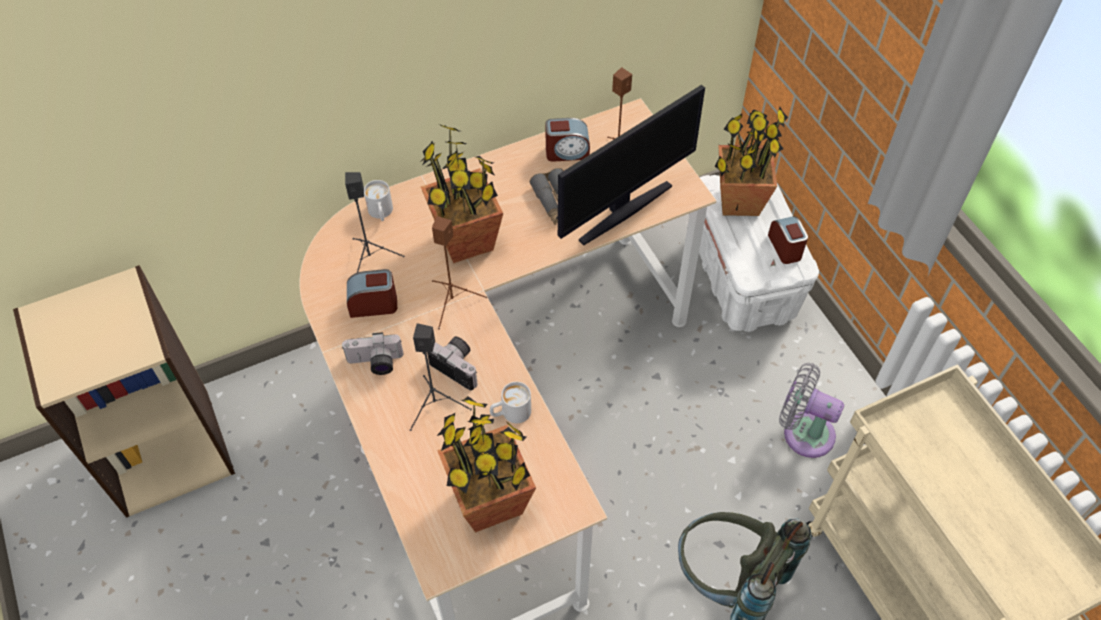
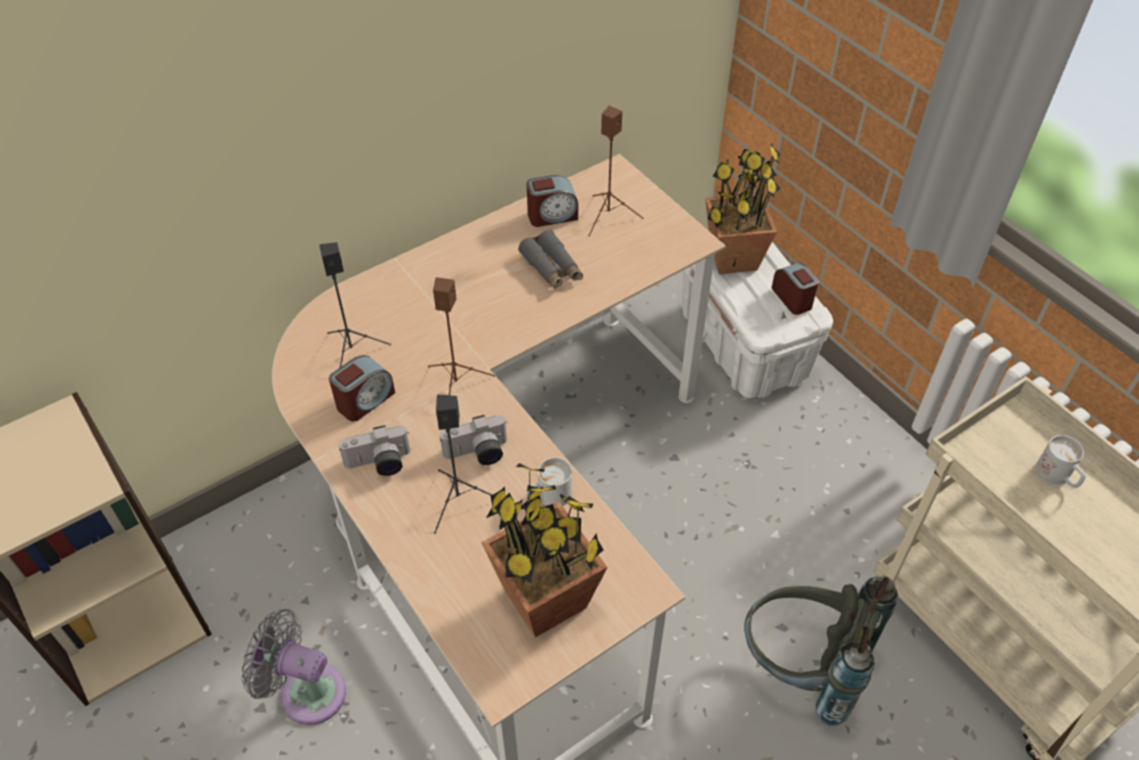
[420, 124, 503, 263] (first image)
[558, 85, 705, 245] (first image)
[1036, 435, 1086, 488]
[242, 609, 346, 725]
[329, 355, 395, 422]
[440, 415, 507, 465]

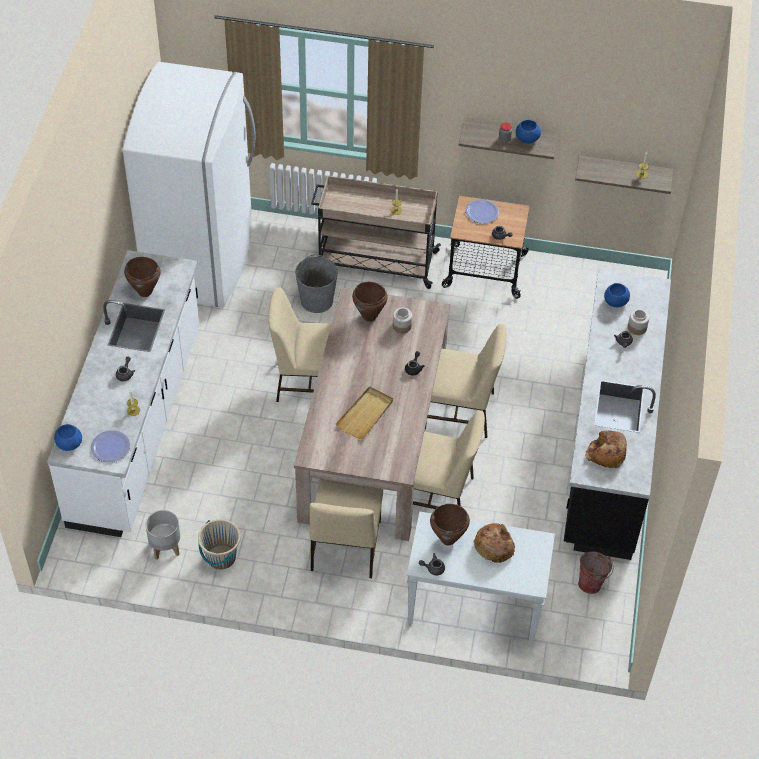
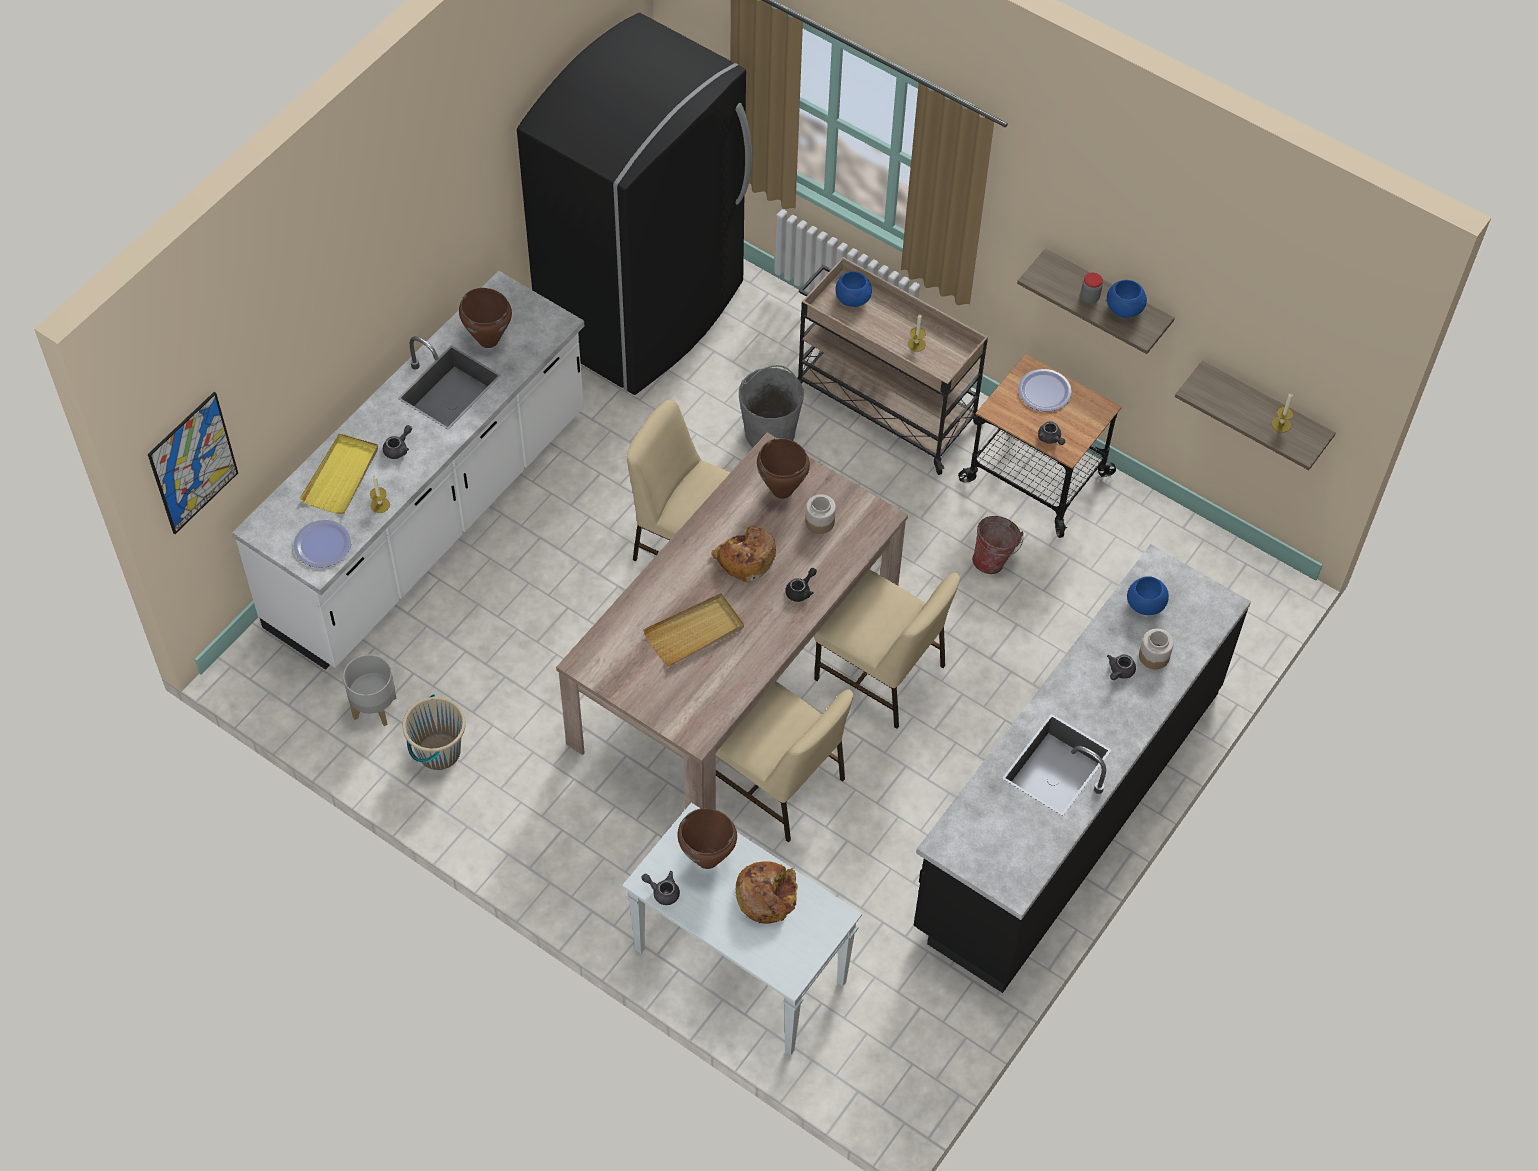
[310, 479, 383, 578] (first image)
[148, 392, 238, 534]
[300, 433, 378, 514]
[836, 271, 872, 307]
[972, 516, 1023, 574]
[712, 526, 776, 583]
[517, 13, 752, 395]

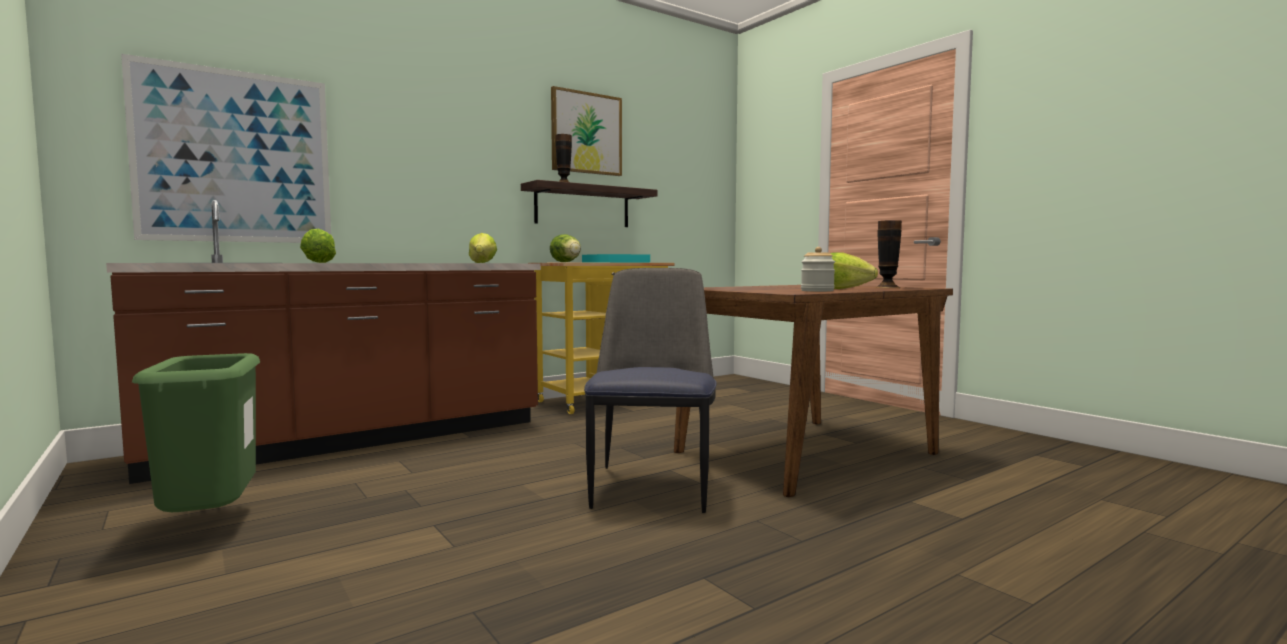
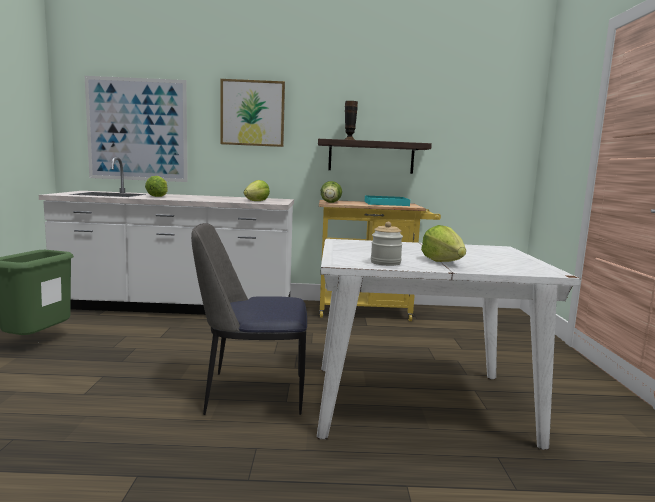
[875, 220, 902, 288] (first image)
[220, 79, 285, 147]
[39, 157, 294, 315]
[317, 239, 581, 450]
[191, 223, 307, 415]

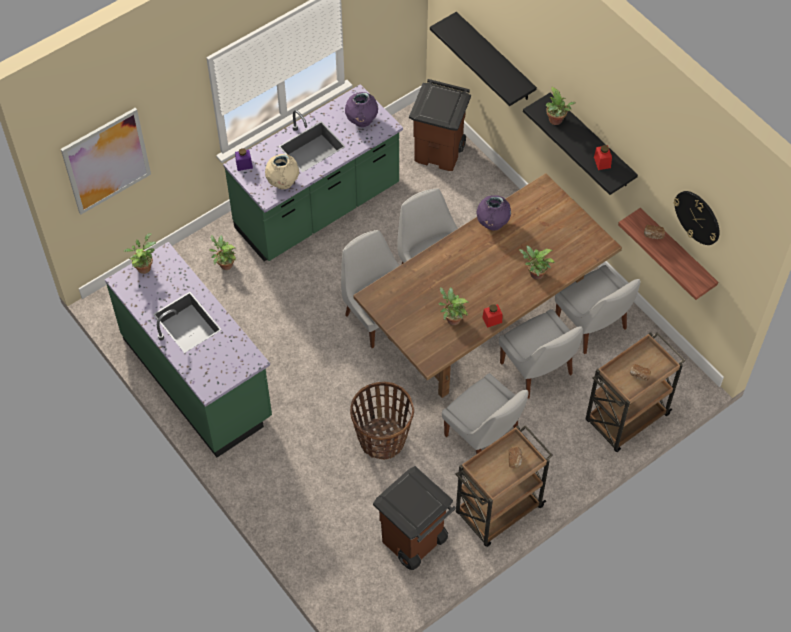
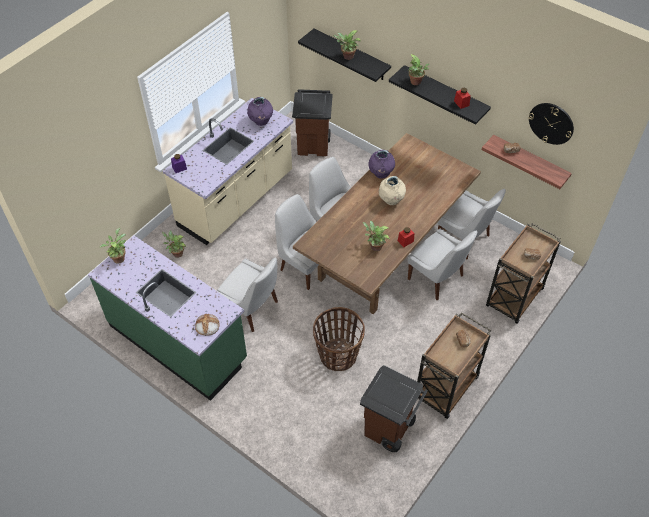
[61, 108, 151, 215] (first image)
[195, 314, 219, 335]
[379, 176, 406, 205]
[216, 257, 278, 332]
[333, 30, 361, 60]
[163, 98, 293, 245]

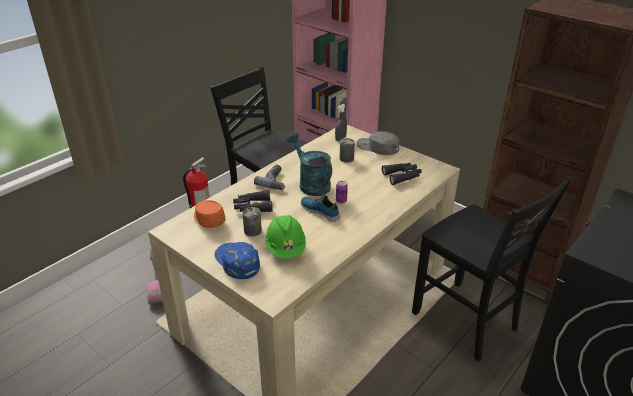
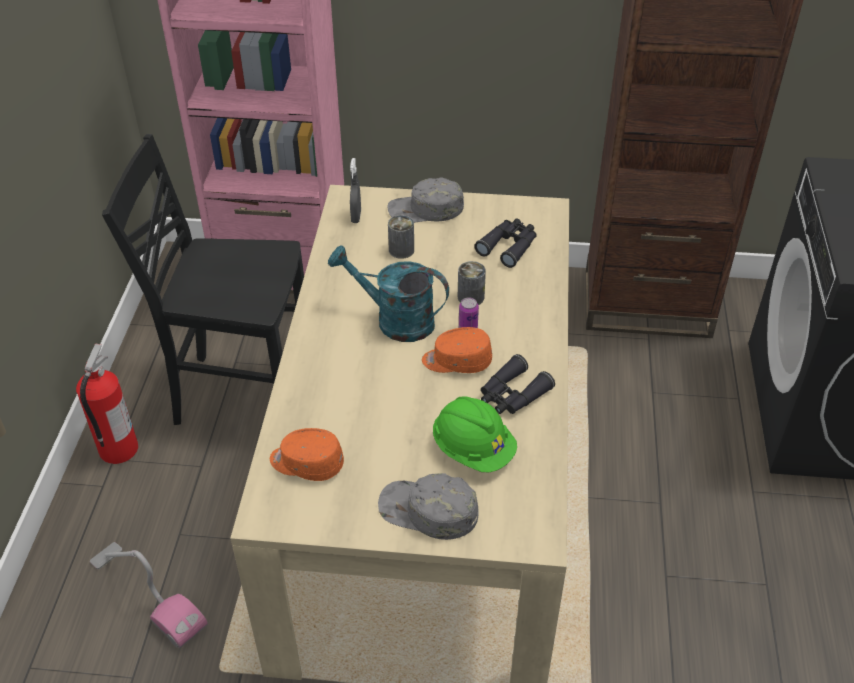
[254, 164, 285, 190] (first image)
[412, 176, 572, 361] (first image)
[481, 354, 555, 414]
[458, 261, 486, 305]
[422, 327, 492, 373]
[378, 473, 479, 540]

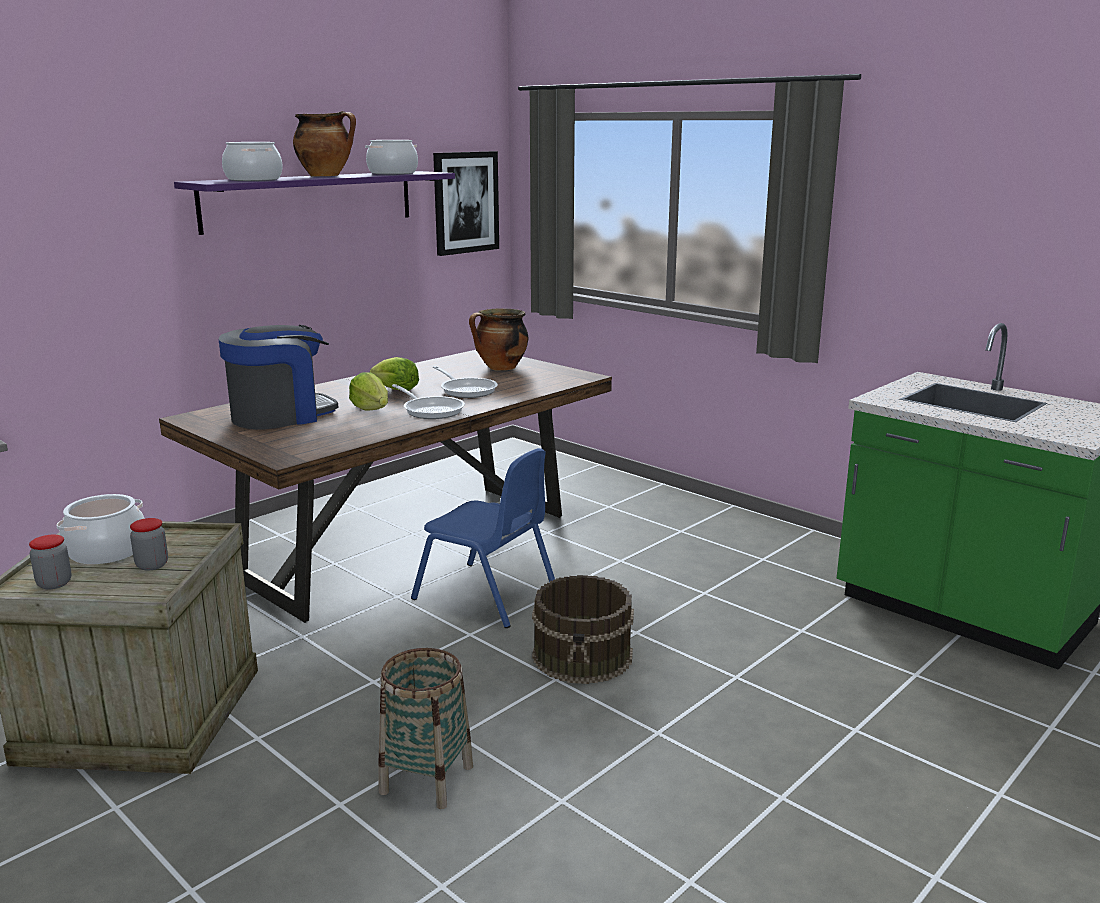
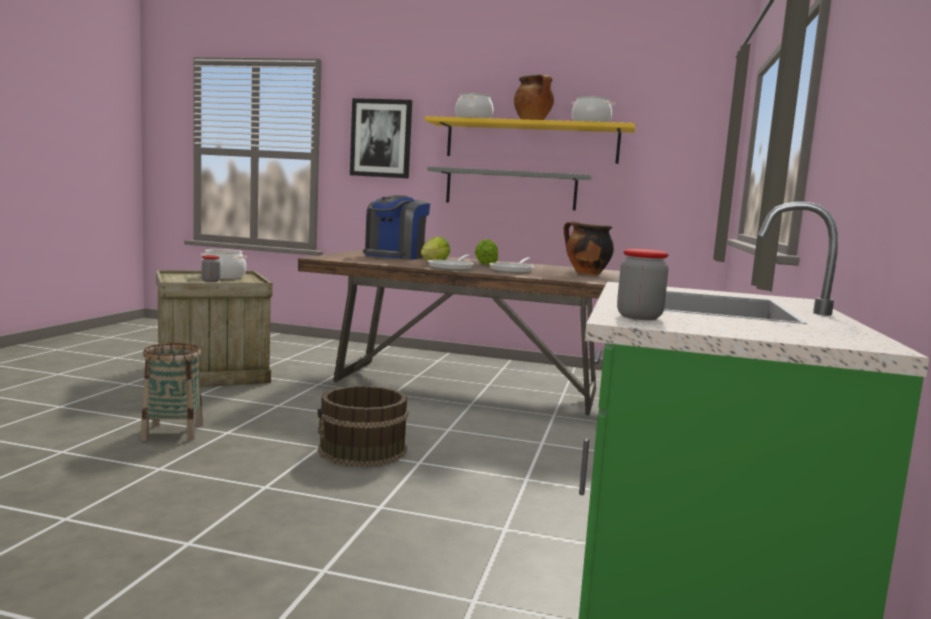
[411, 448, 555, 628] (first image)
[427, 167, 592, 210]
[617, 249, 669, 320]
[350, 98, 412, 178]
[425, 116, 635, 164]
[363, 195, 430, 260]

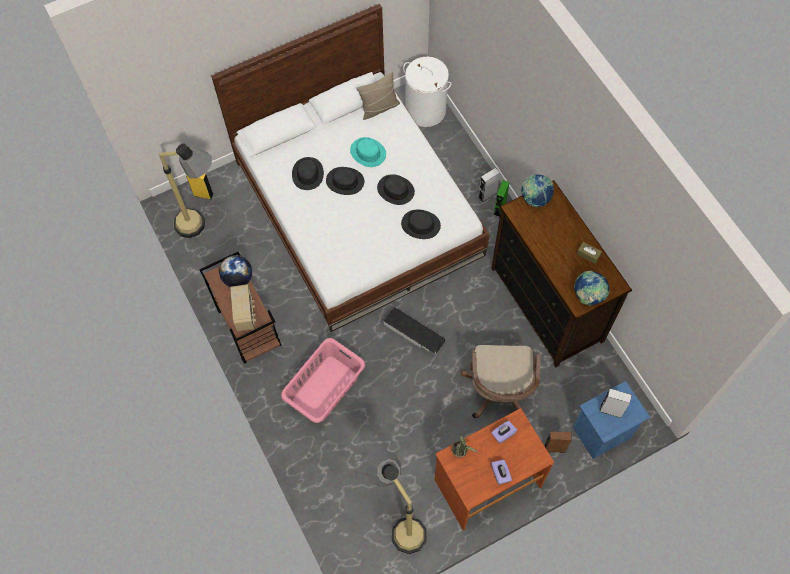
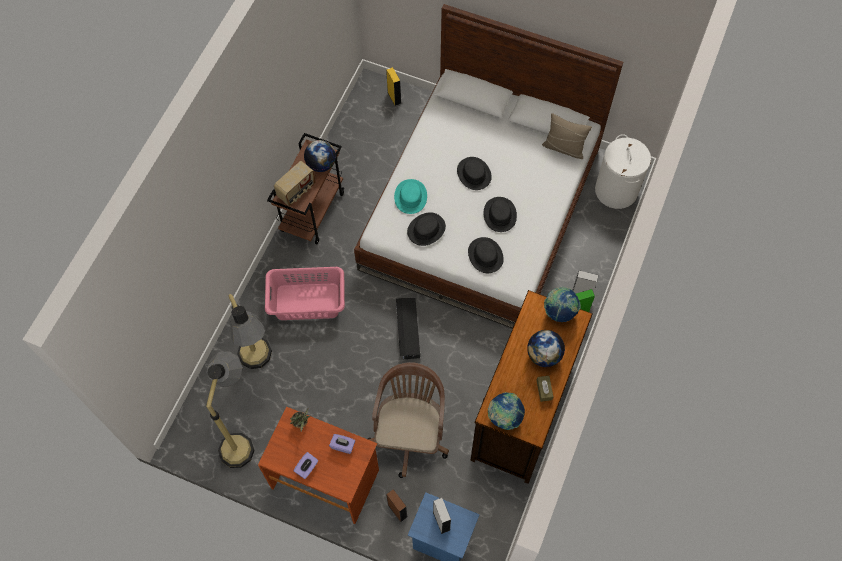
[527, 330, 565, 367]
[229, 294, 272, 369]
[407, 212, 446, 246]
[394, 179, 427, 214]
[368, 362, 449, 478]

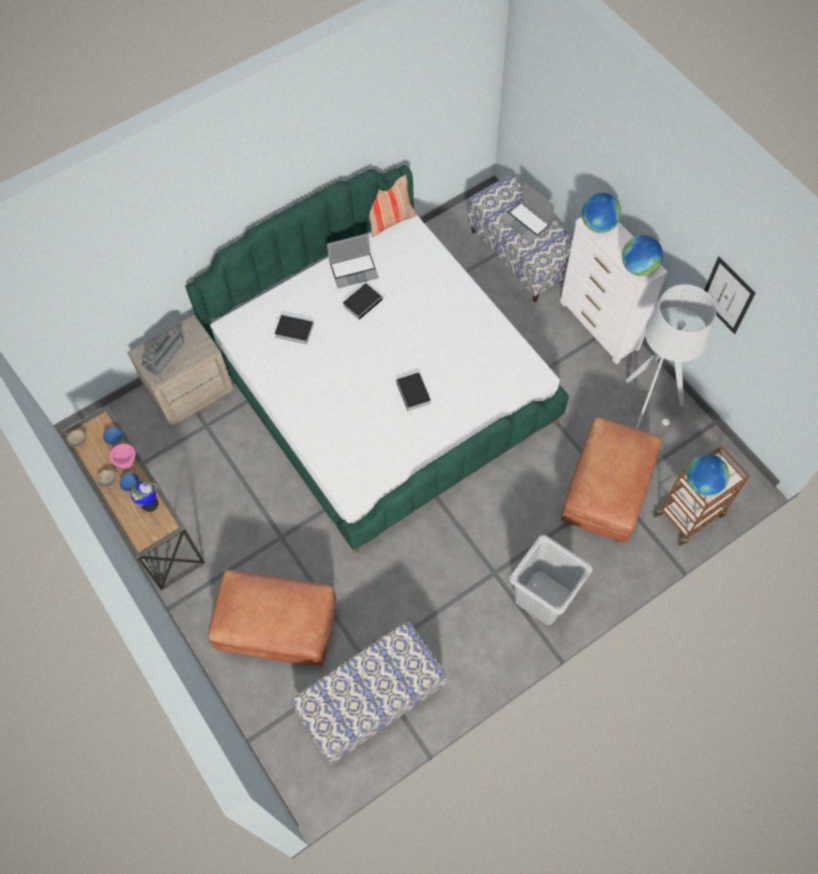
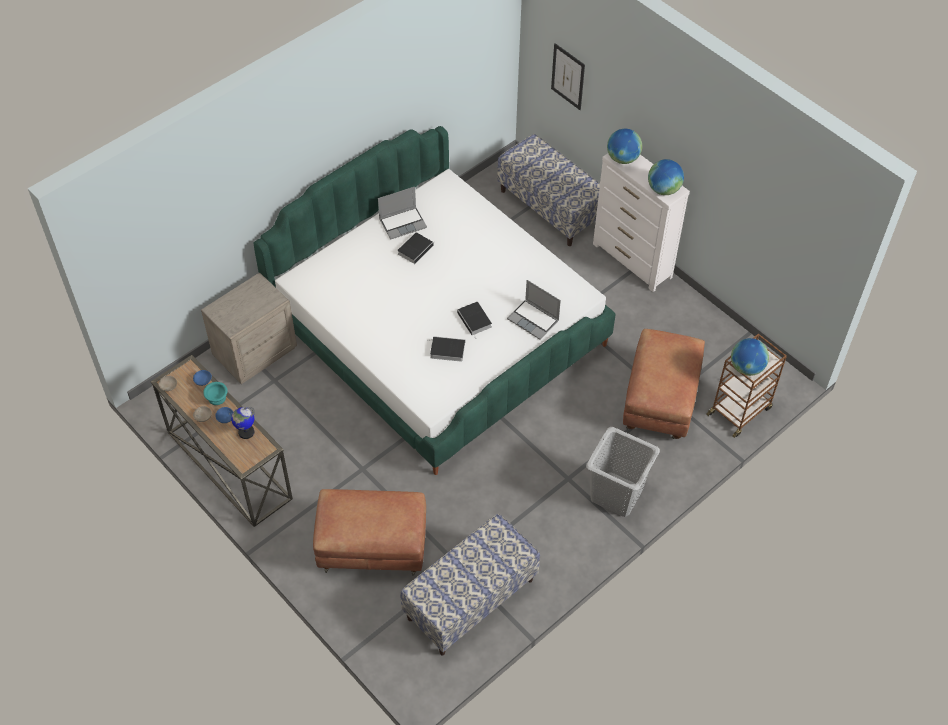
[141, 325, 184, 375] (first image)
[369, 174, 416, 237] (first image)
[625, 284, 717, 429] (first image)
[429, 336, 465, 362]
[507, 280, 561, 340]
[551, 43, 585, 110]
[203, 382, 228, 405]

